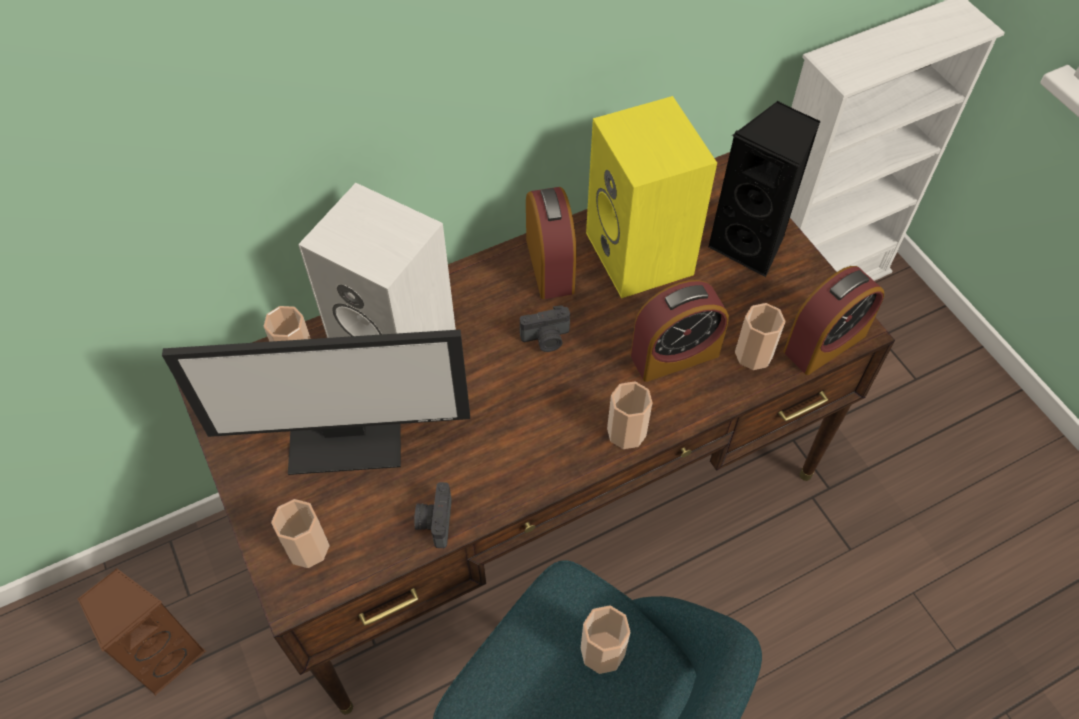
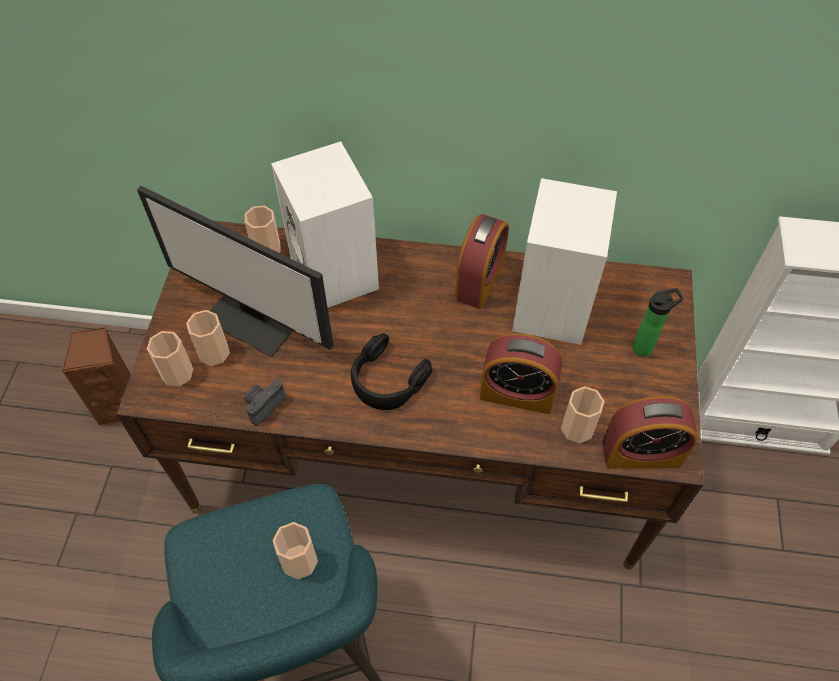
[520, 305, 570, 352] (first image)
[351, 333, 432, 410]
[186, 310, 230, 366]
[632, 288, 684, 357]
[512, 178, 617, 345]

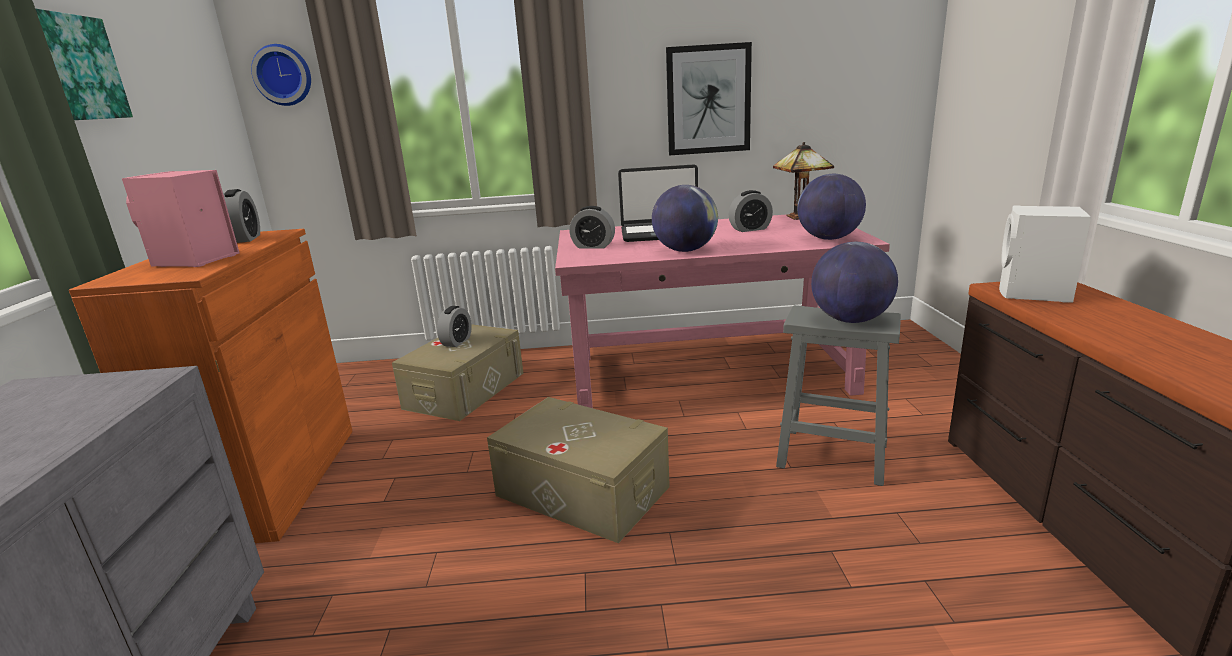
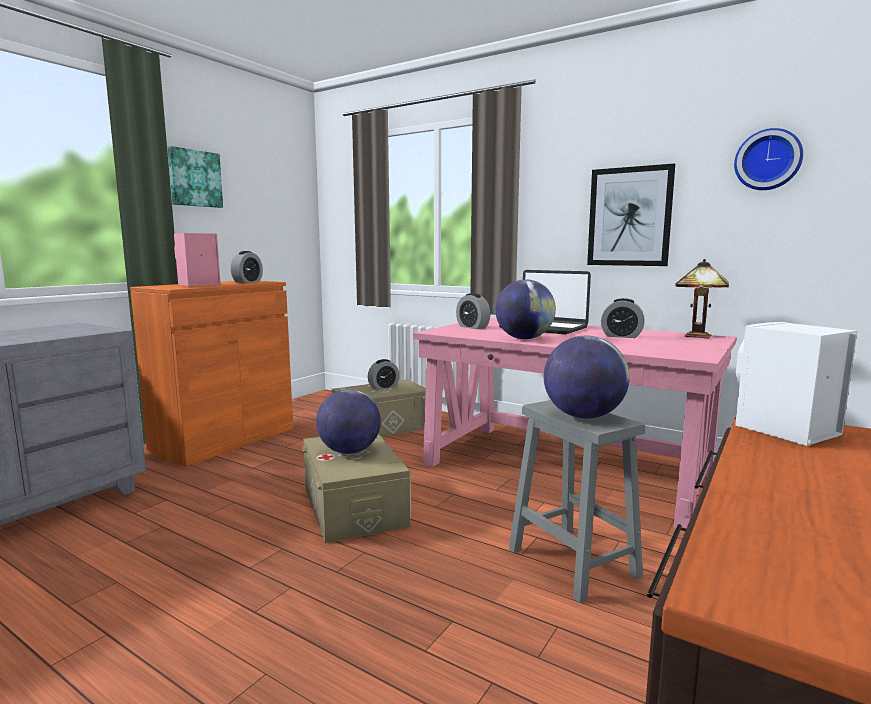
[734, 128, 803, 190]
[316, 389, 381, 454]

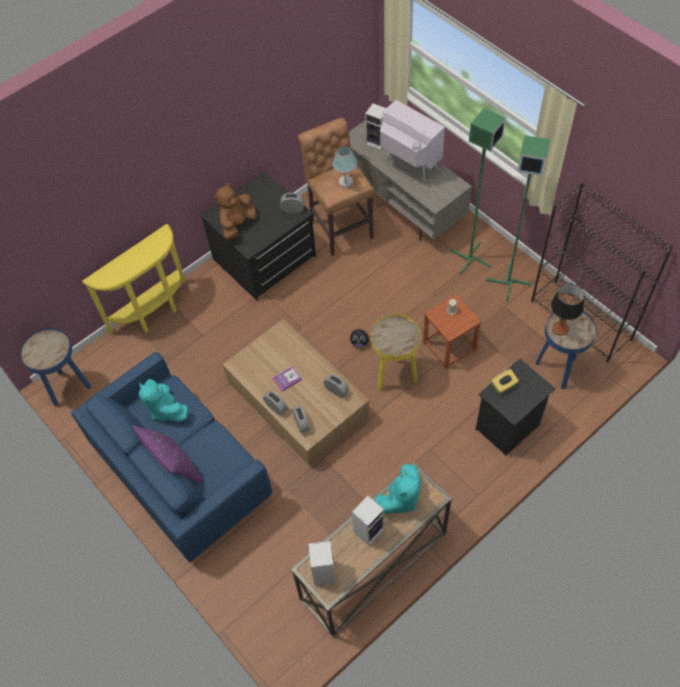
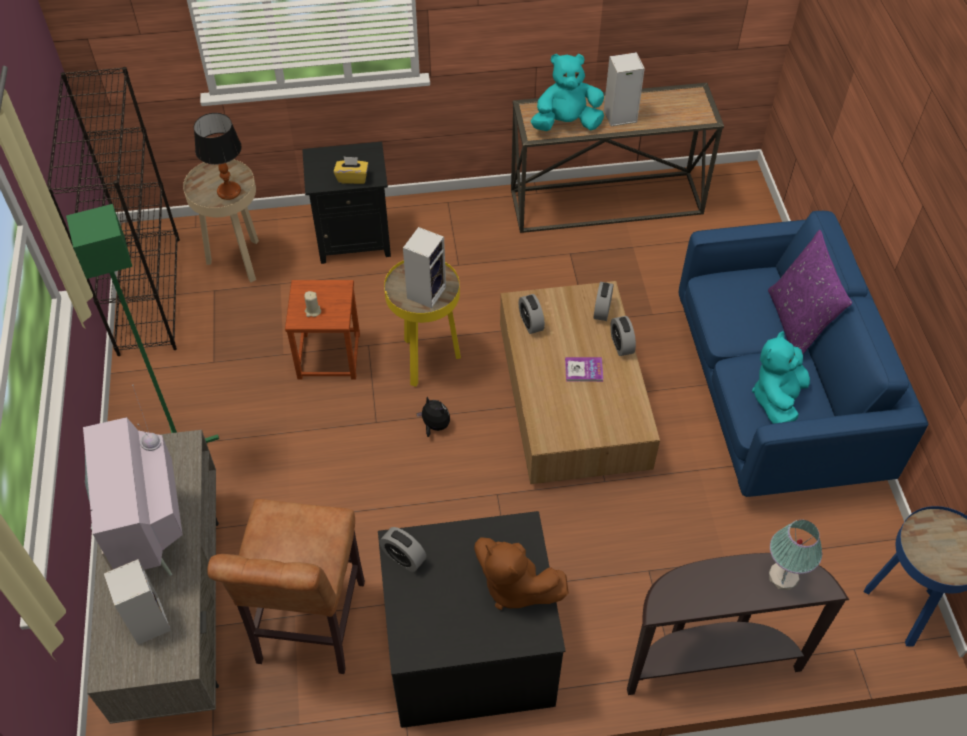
[486, 135, 550, 301] (first image)
[403, 227, 446, 308]
[769, 520, 822, 590]
[627, 553, 849, 695]
[183, 159, 259, 282]
[752, 331, 810, 424]
[474, 537, 569, 610]

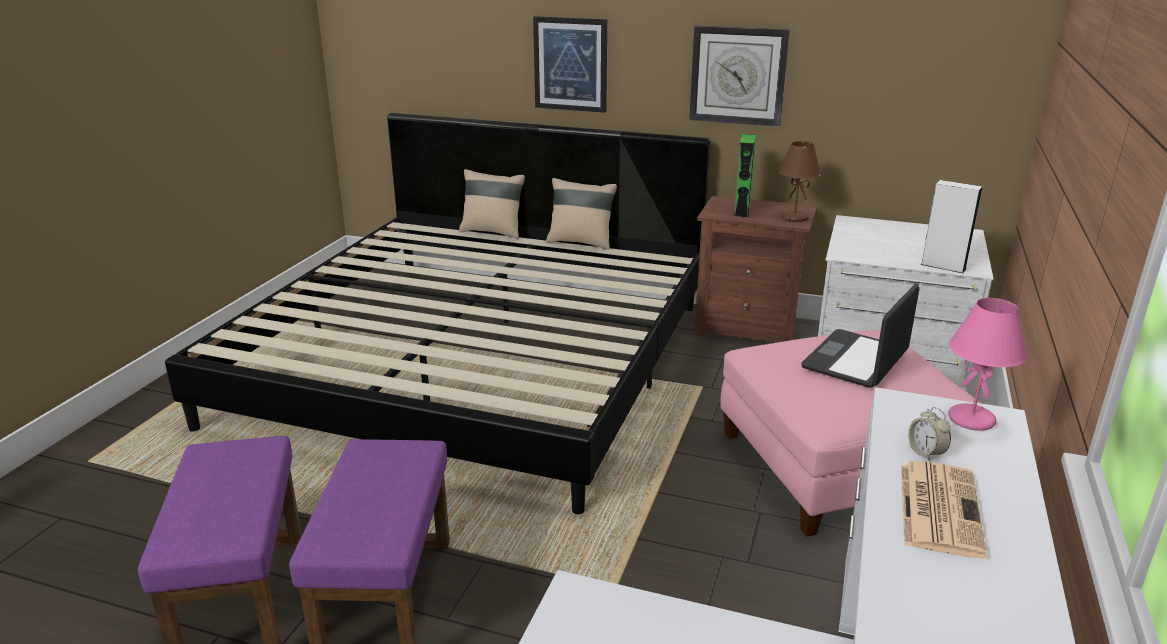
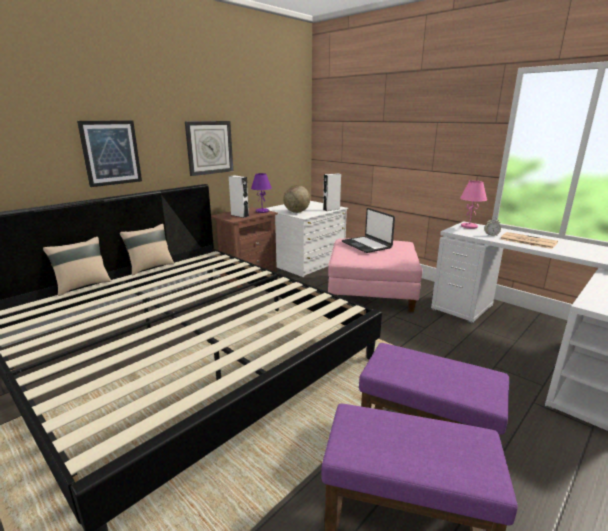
[283, 185, 310, 213]
[229, 175, 249, 218]
[251, 173, 272, 213]

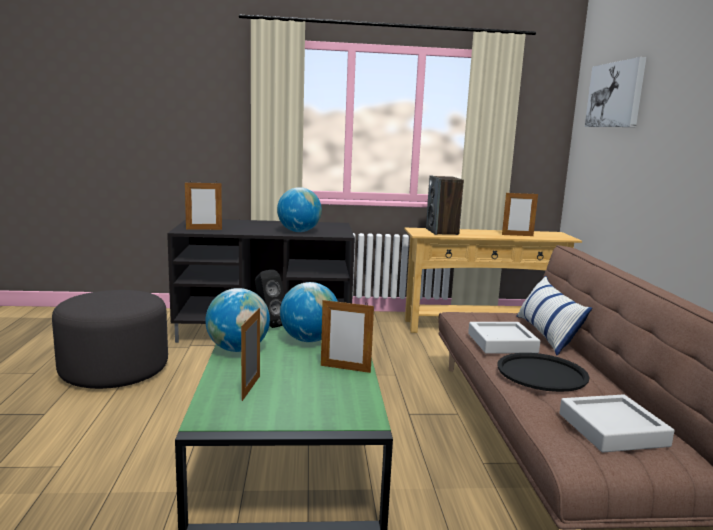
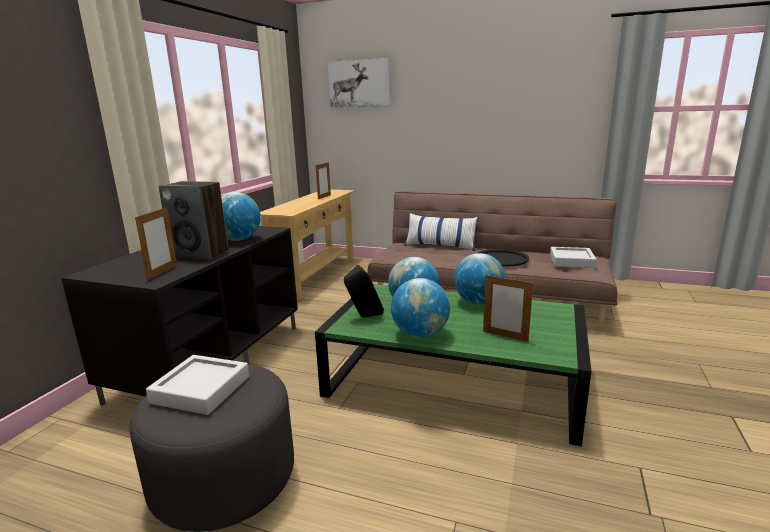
[159, 181, 228, 260]
[146, 355, 249, 415]
[454, 253, 506, 305]

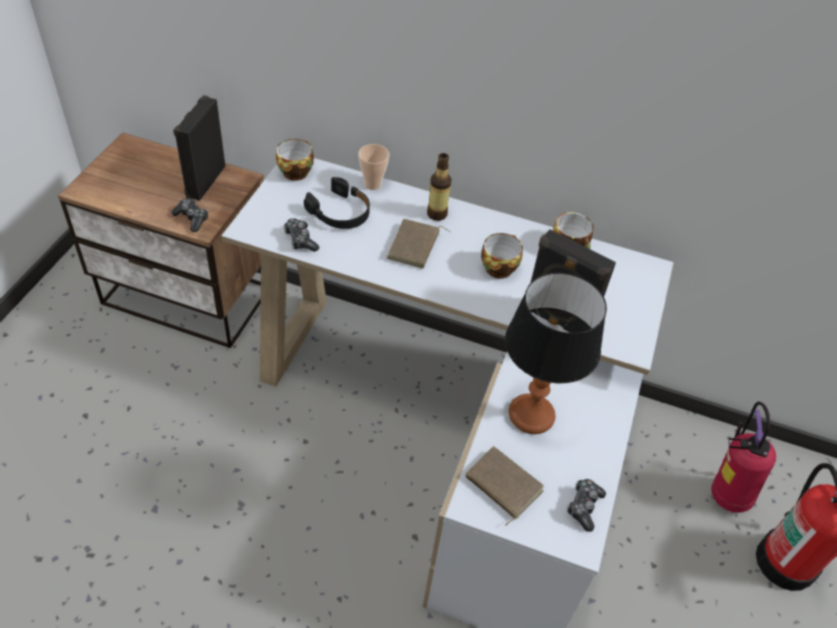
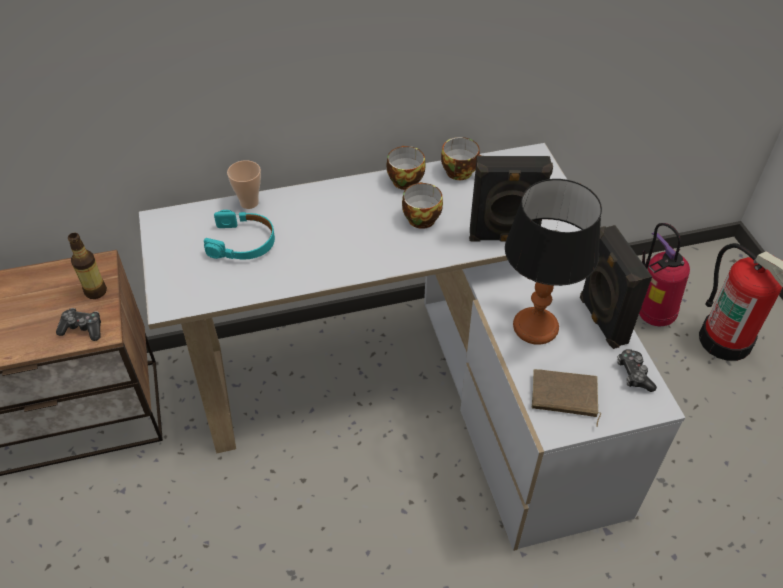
[284, 218, 319, 252] (first image)
[387, 219, 450, 268] (first image)
[580, 225, 652, 349]
[386, 146, 426, 190]
[68, 233, 107, 299]
[204, 210, 275, 259]

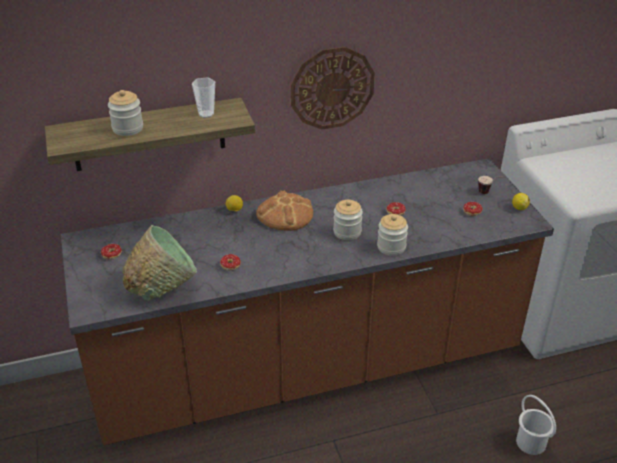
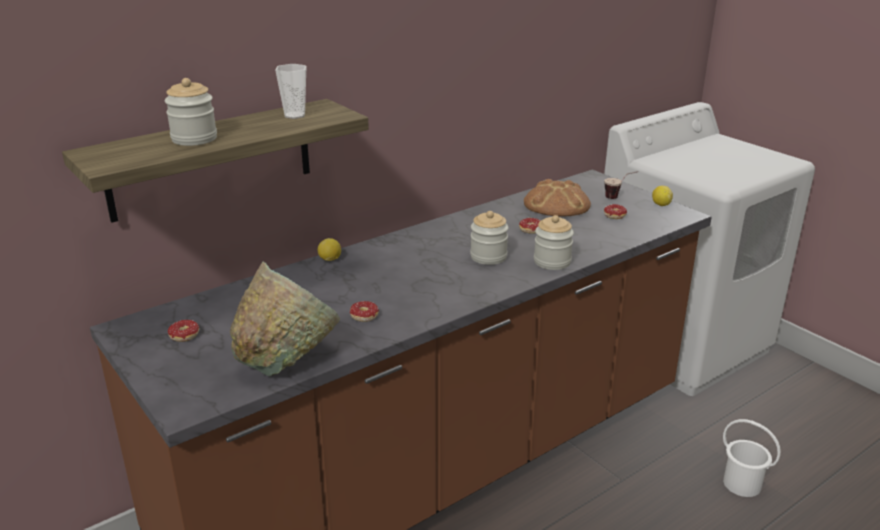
[291, 47, 375, 130] (first image)
[524, 179, 591, 217]

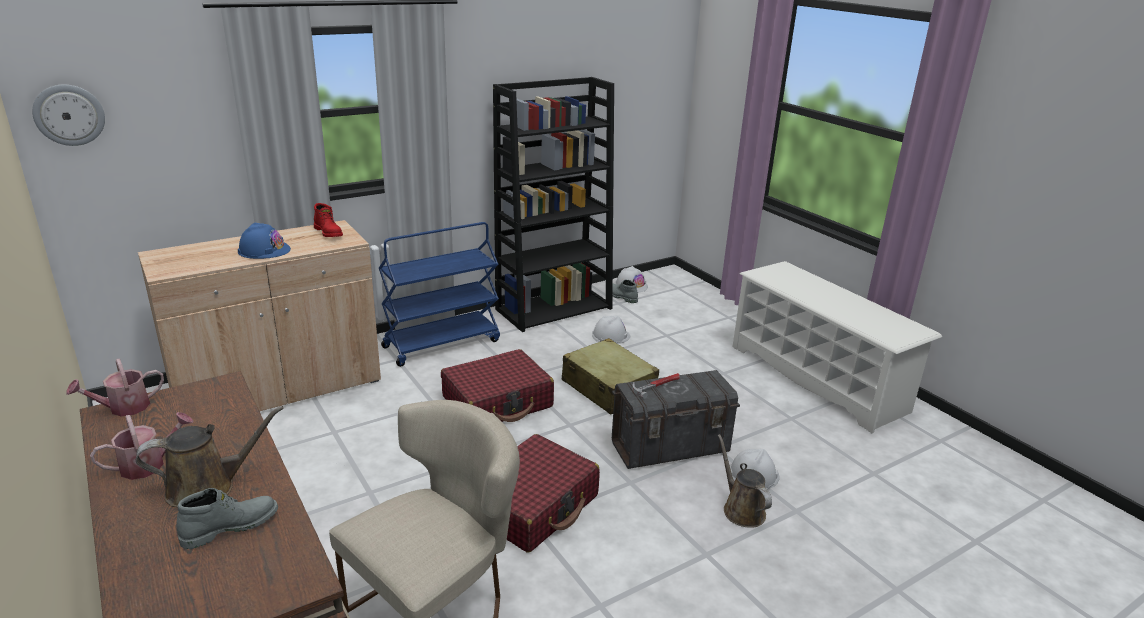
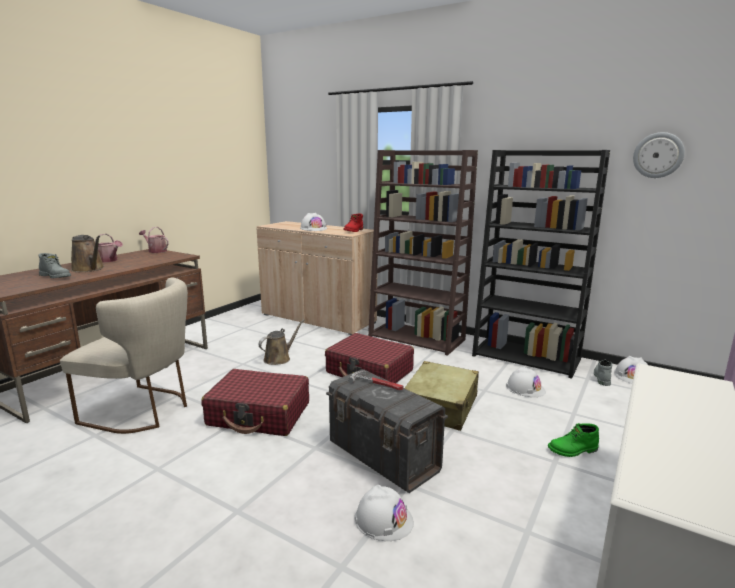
[548, 423, 599, 457]
[633, 132, 685, 178]
[259, 319, 304, 365]
[368, 150, 478, 356]
[300, 213, 327, 231]

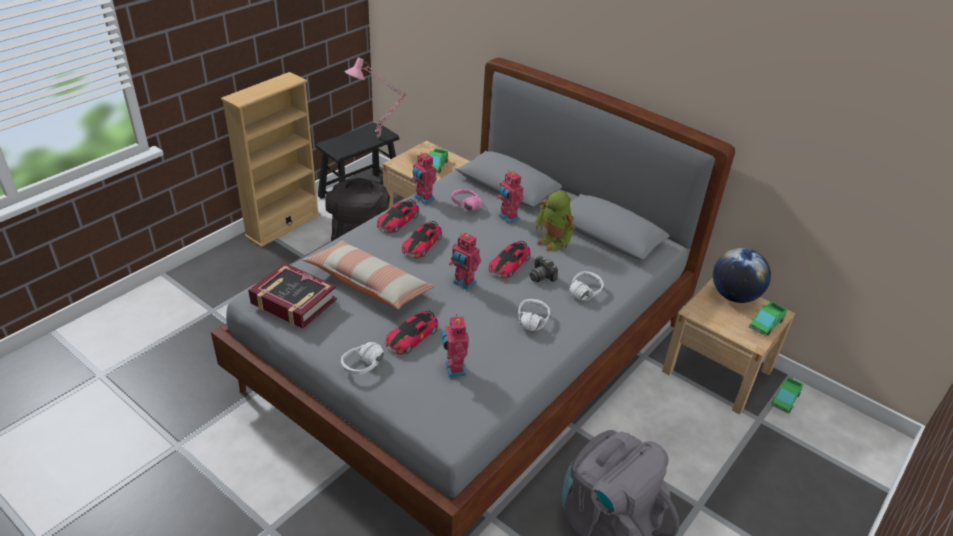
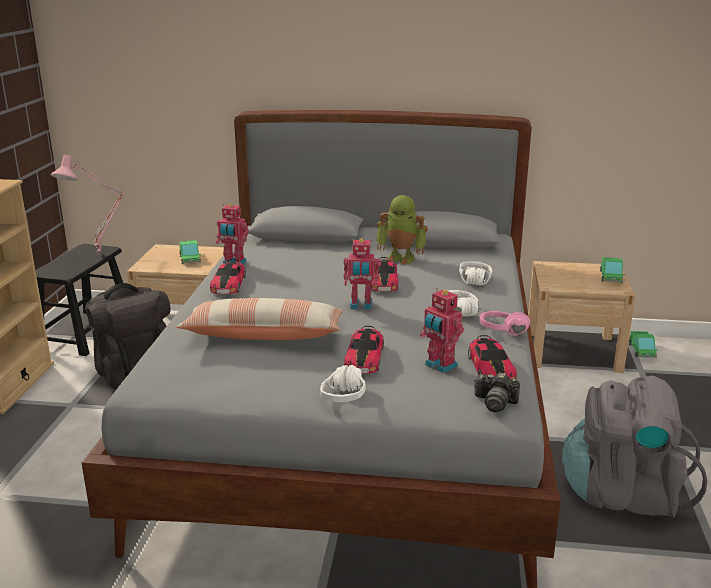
[248, 263, 337, 329] (first image)
[497, 170, 524, 224] (first image)
[713, 248, 771, 303] (first image)
[468, 335, 517, 379]
[479, 311, 530, 335]
[474, 372, 520, 413]

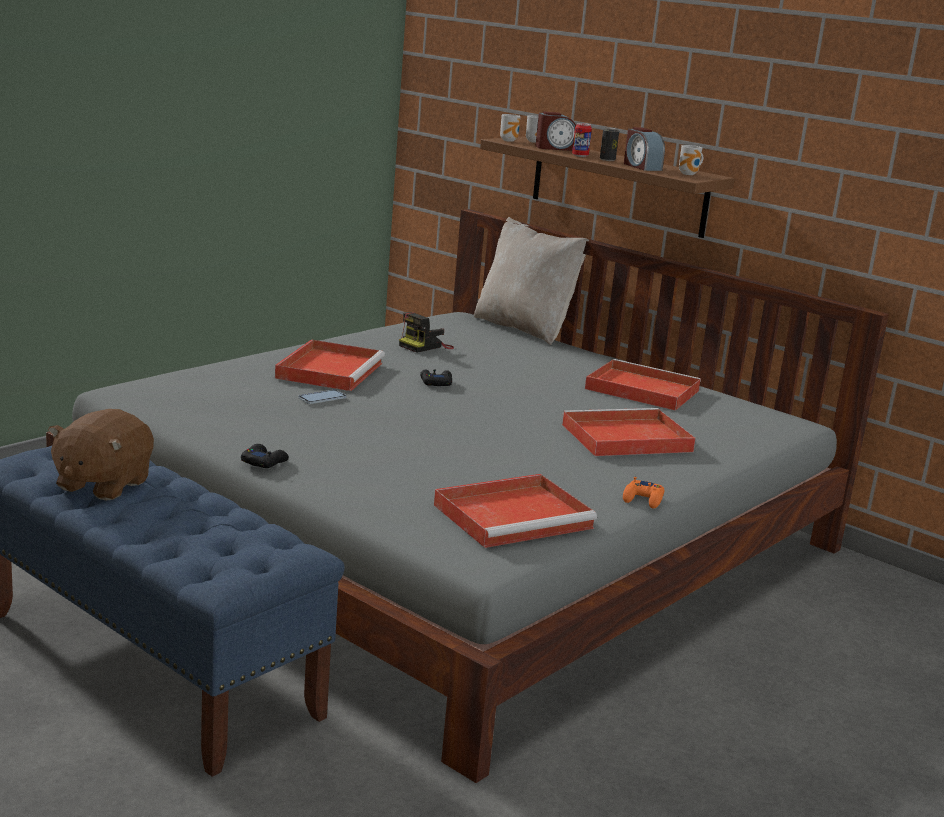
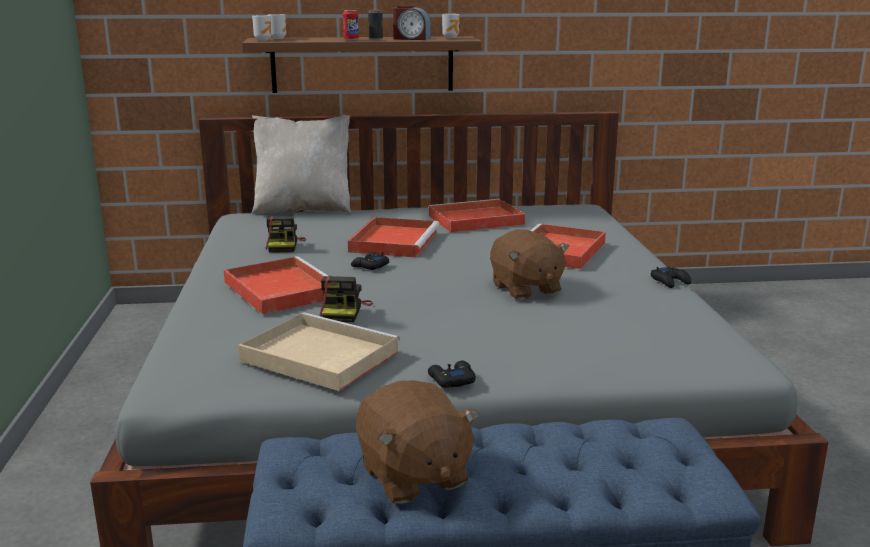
[535, 112, 576, 151] (first image)
[238, 312, 400, 391]
[490, 229, 569, 300]
[348, 217, 440, 258]
[320, 276, 373, 322]
[651, 267, 691, 288]

